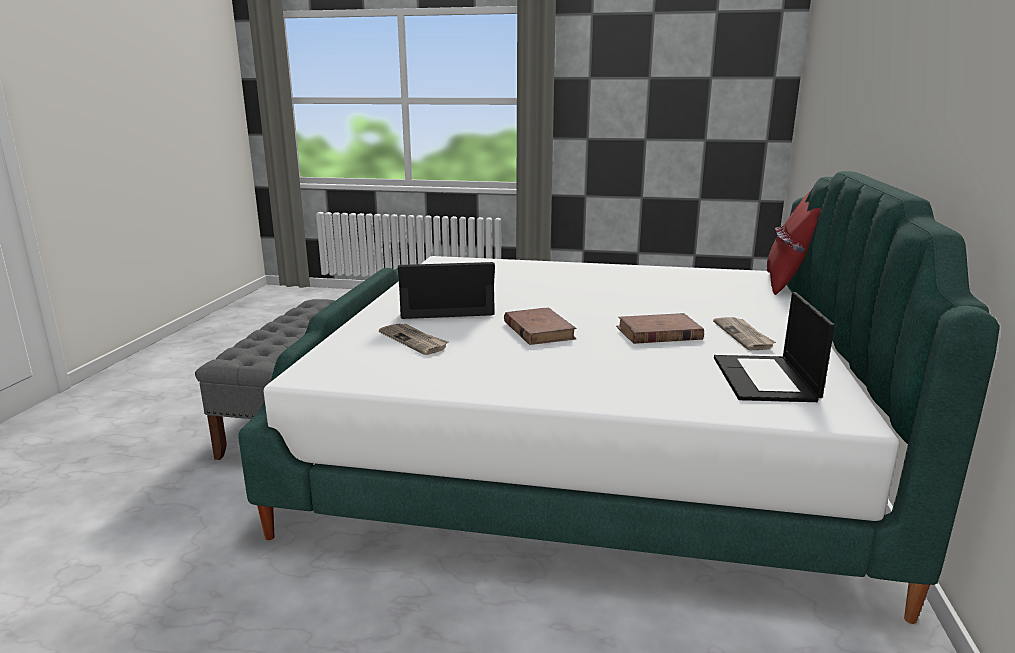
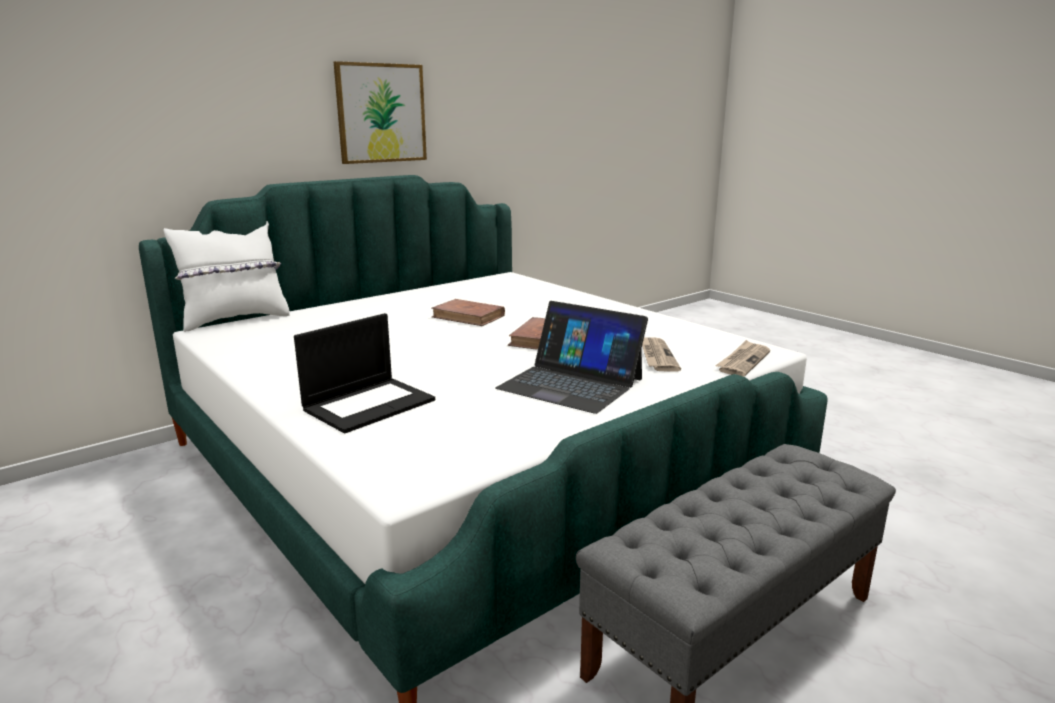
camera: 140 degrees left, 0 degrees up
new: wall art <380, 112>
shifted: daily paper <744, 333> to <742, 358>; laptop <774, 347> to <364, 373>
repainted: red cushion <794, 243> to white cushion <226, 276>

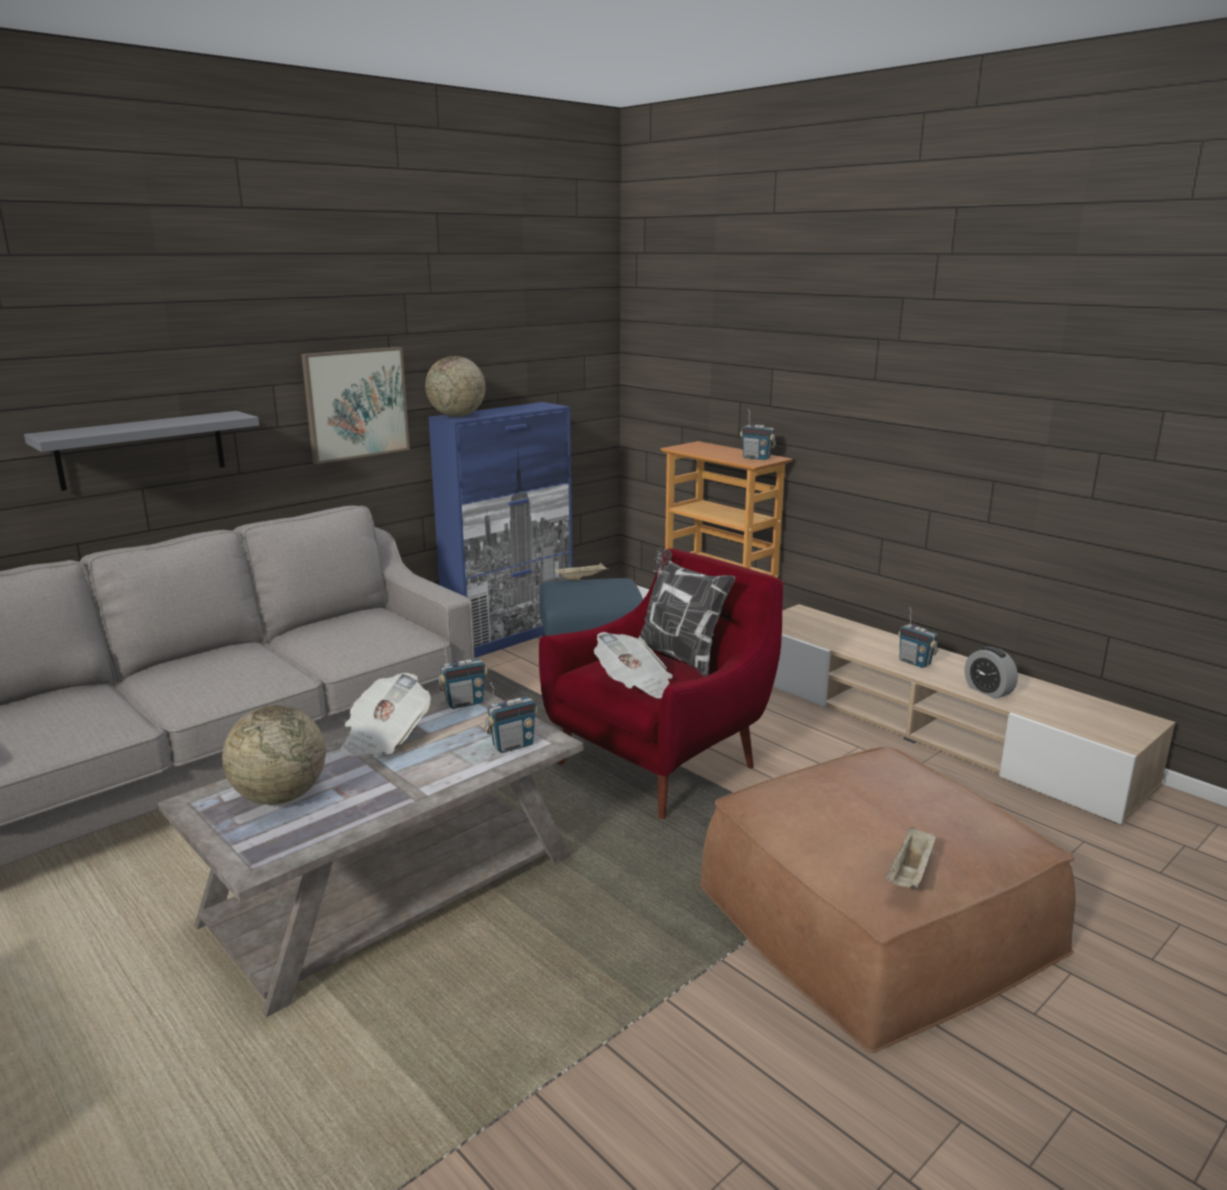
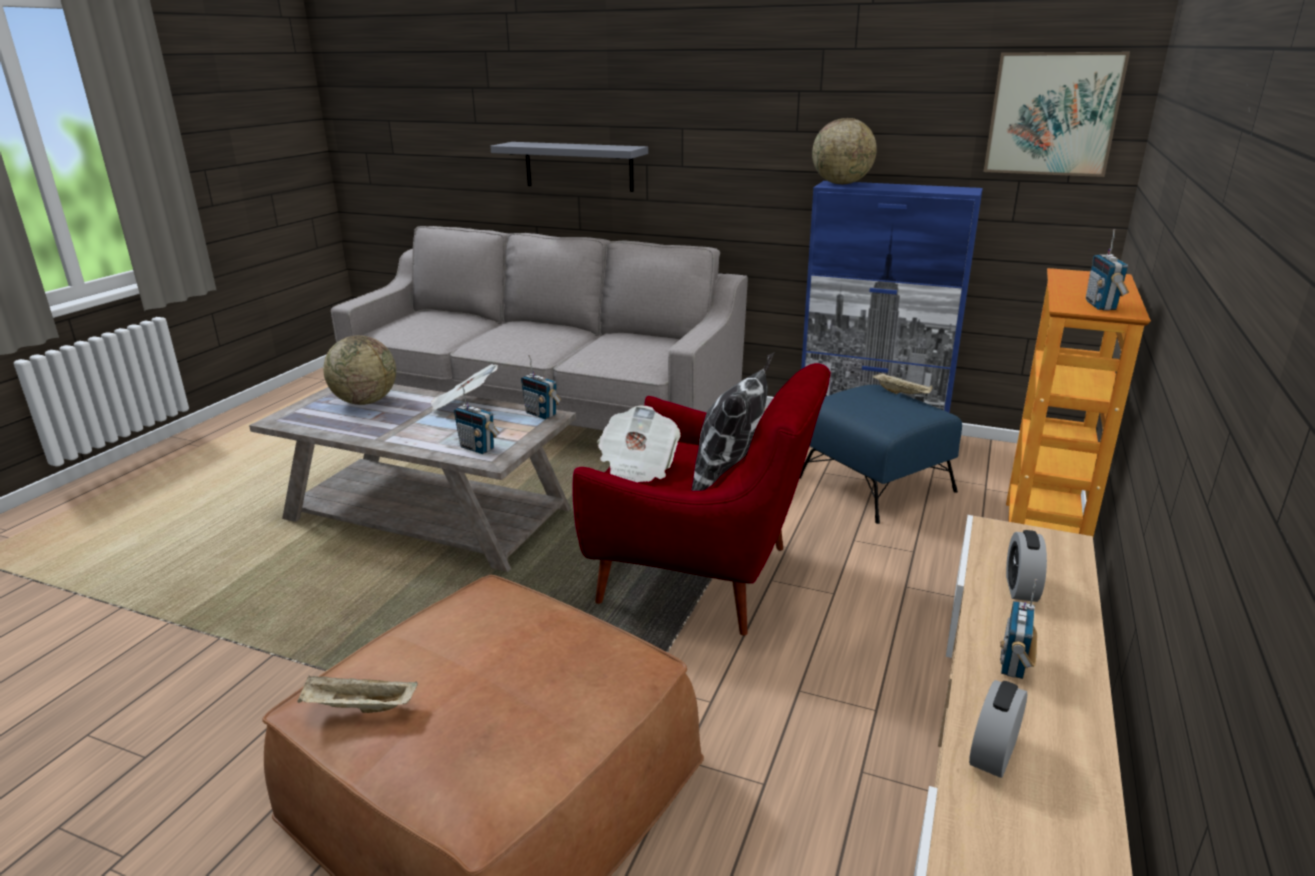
camera: 65 degrees right, 5 degrees up
new: table clock <1026, 566>
shifted: wall art <355, 405> to <1057, 114>

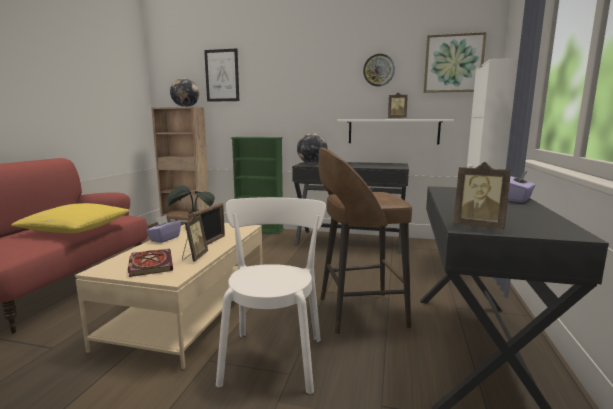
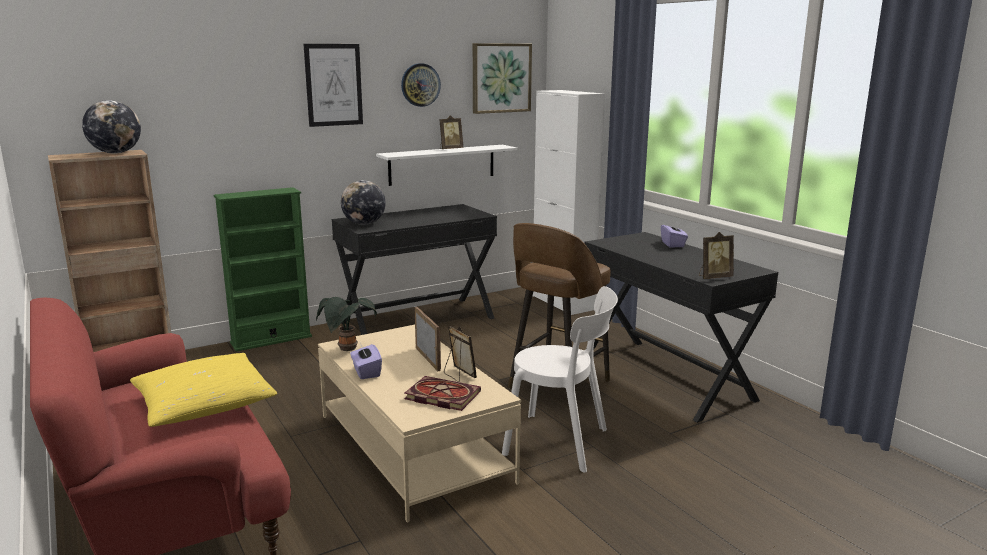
camera: 45 degrees left, 5 degrees up
shifted: wall art <221, 75> to <333, 85>
rotated: white upright chair <271, 295> = <560, 379> 150 degrees clockwise

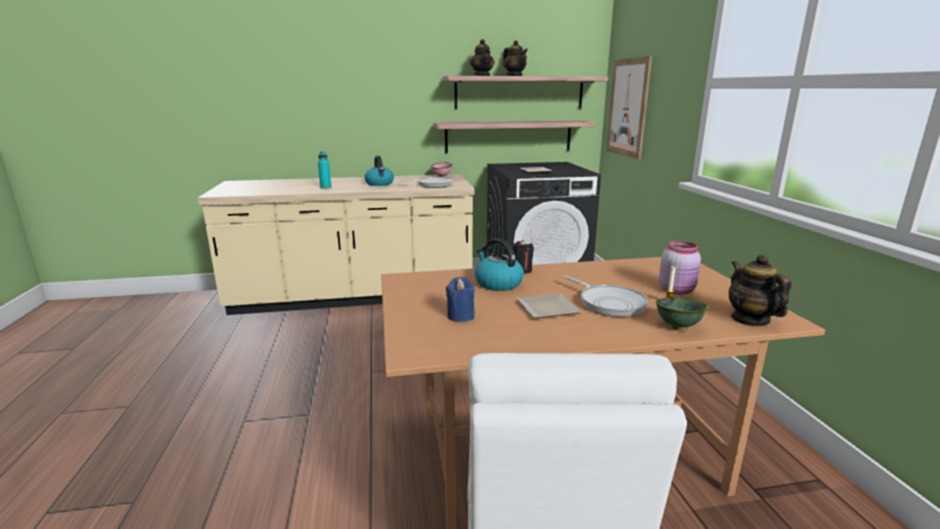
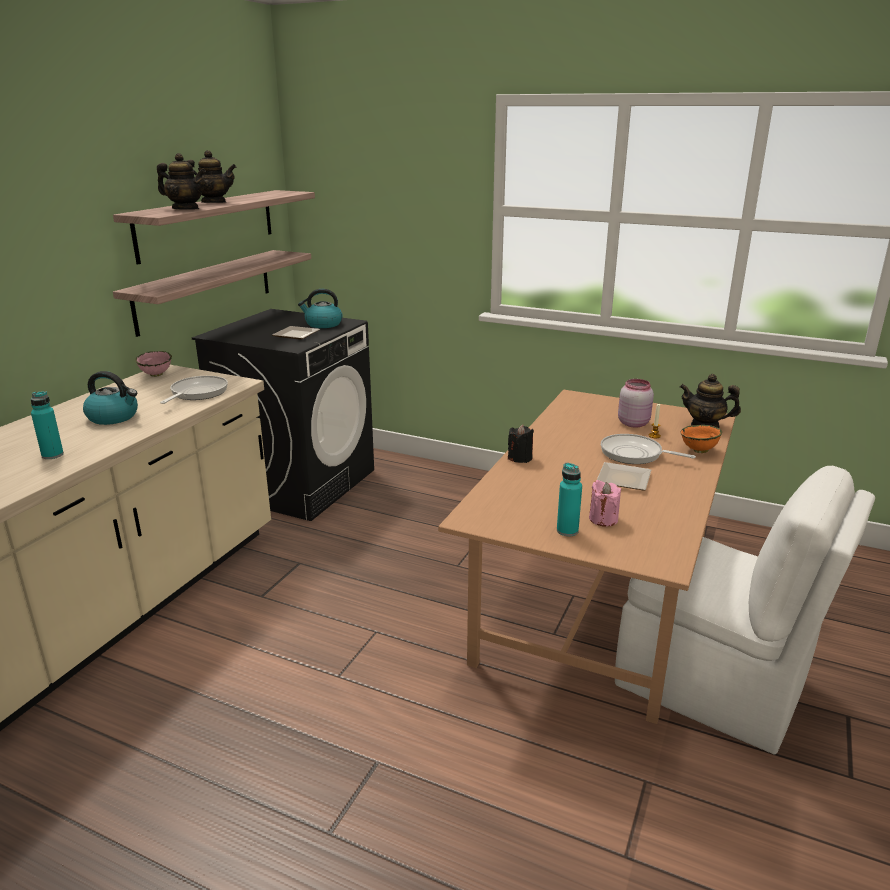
camera: 55 degrees left, 5 degrees up
gone: wall art <629, 107>
new: blue-green drink bottle <569, 499>
shifted: tea kettle <499, 264> to <320, 308>
repainted: blue wax light <460, 299> to pinkish wax light <605, 503>; green serving bowl <681, 314> to orangey serving bowl <701, 439>
rotated: pan <605, 296> = <648, 449> 150 degrees counterclockwise

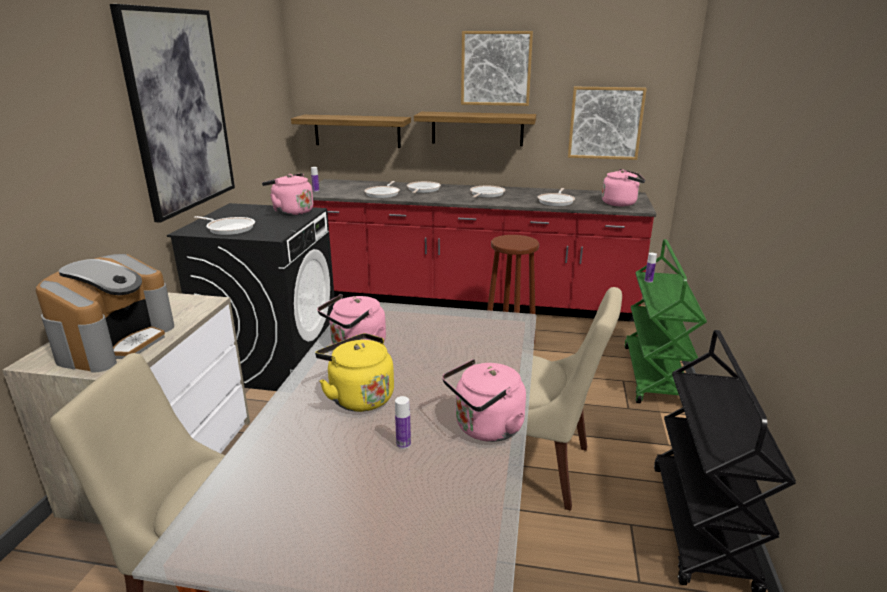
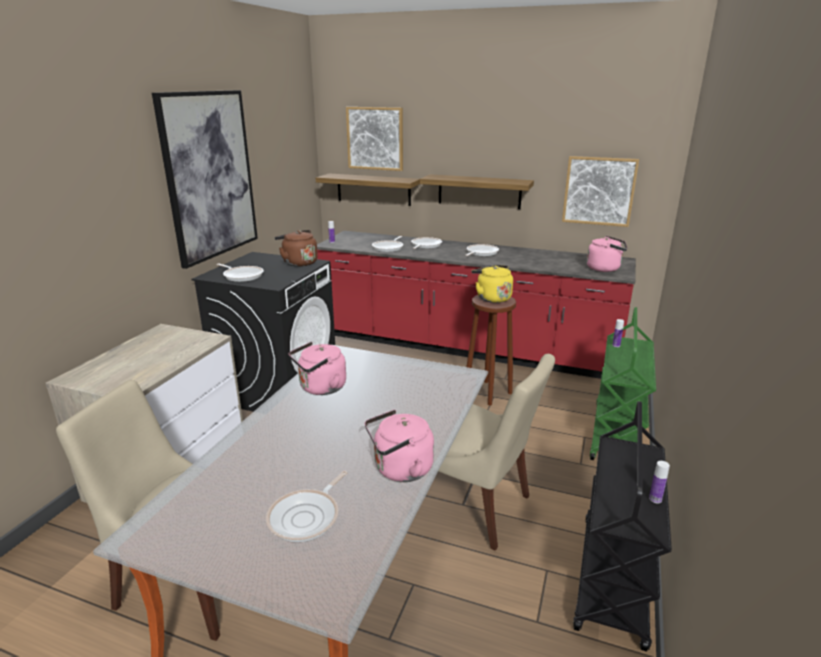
camera: 10 degrees right, 0 degrees up
gone: coffee machine <105, 313>
shifted: yellow tea kettle <354, 372> to <492, 284>; drink bottle <403, 422> to <659, 482>; wall art <497, 68> to <374, 139>; pan <556, 197> to <307, 506>
repainted: pinkish tea kettle <287, 194> to brownish tea kettle <296, 248>

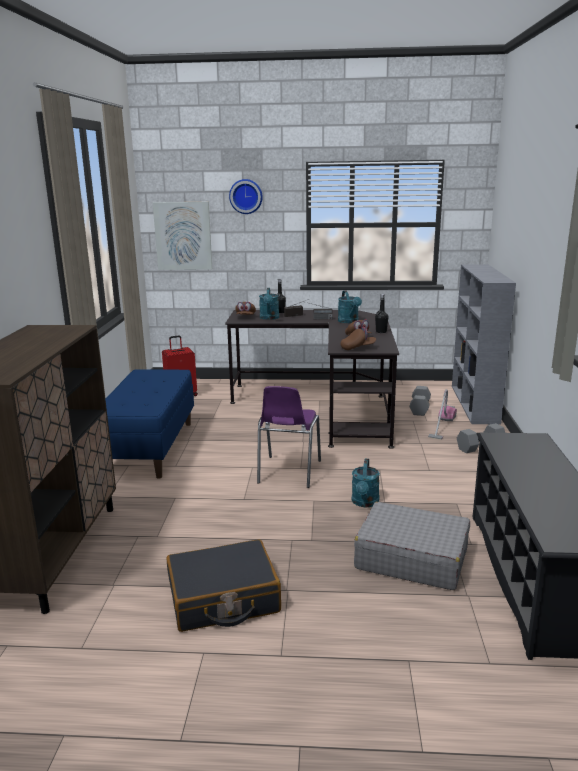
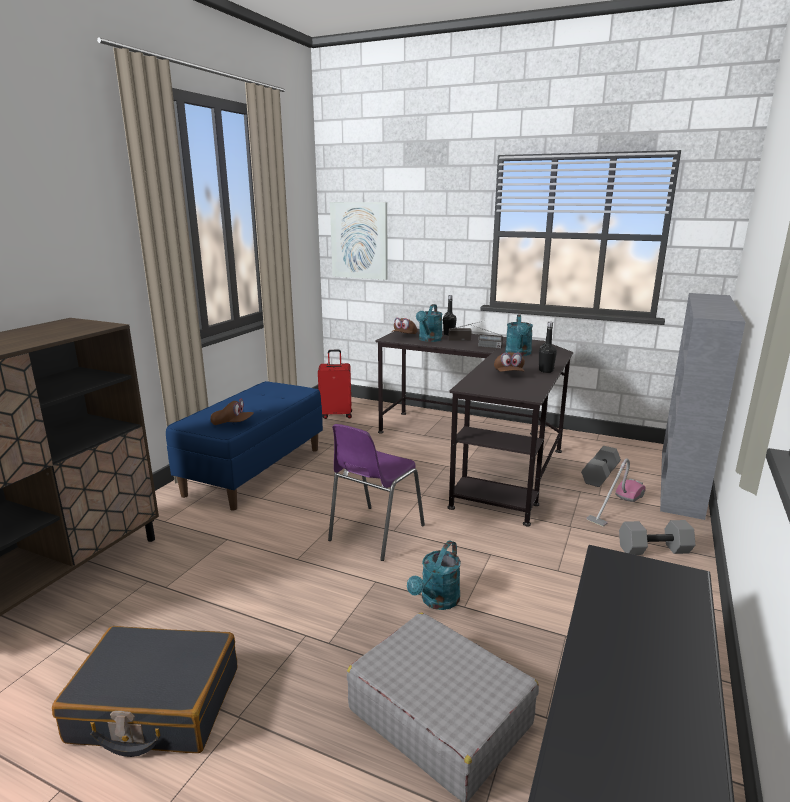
camera: 20 degrees right, 0 degrees up
gone: clock on the wall <246, 196>
shifted: brownish baseball cap <358, 338> to <232, 412>

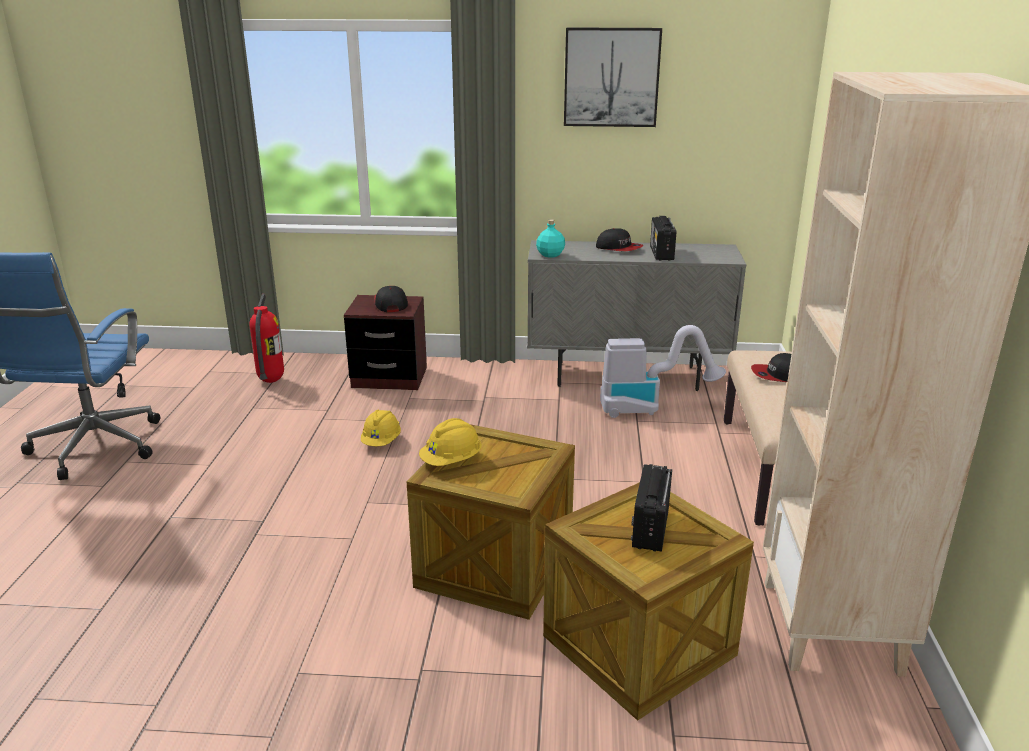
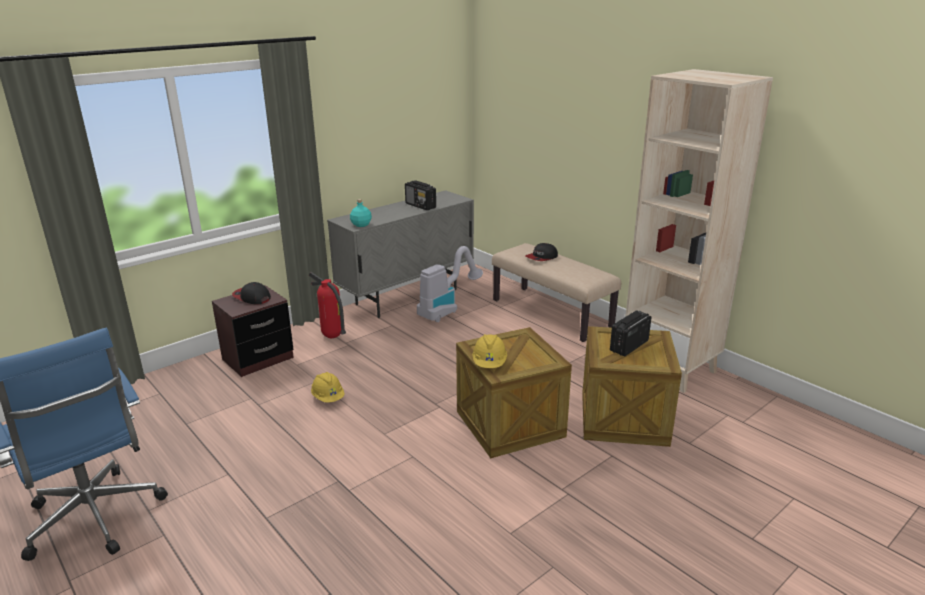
camera: 45 degrees left, 0 degrees up
gone: wall art <613, 77>; baseball cap <620, 239>
shifted: extinguisher <266, 338> to <327, 305>
rotated: radio receiver <651, 508> = <630, 333> 75 degrees clockwise

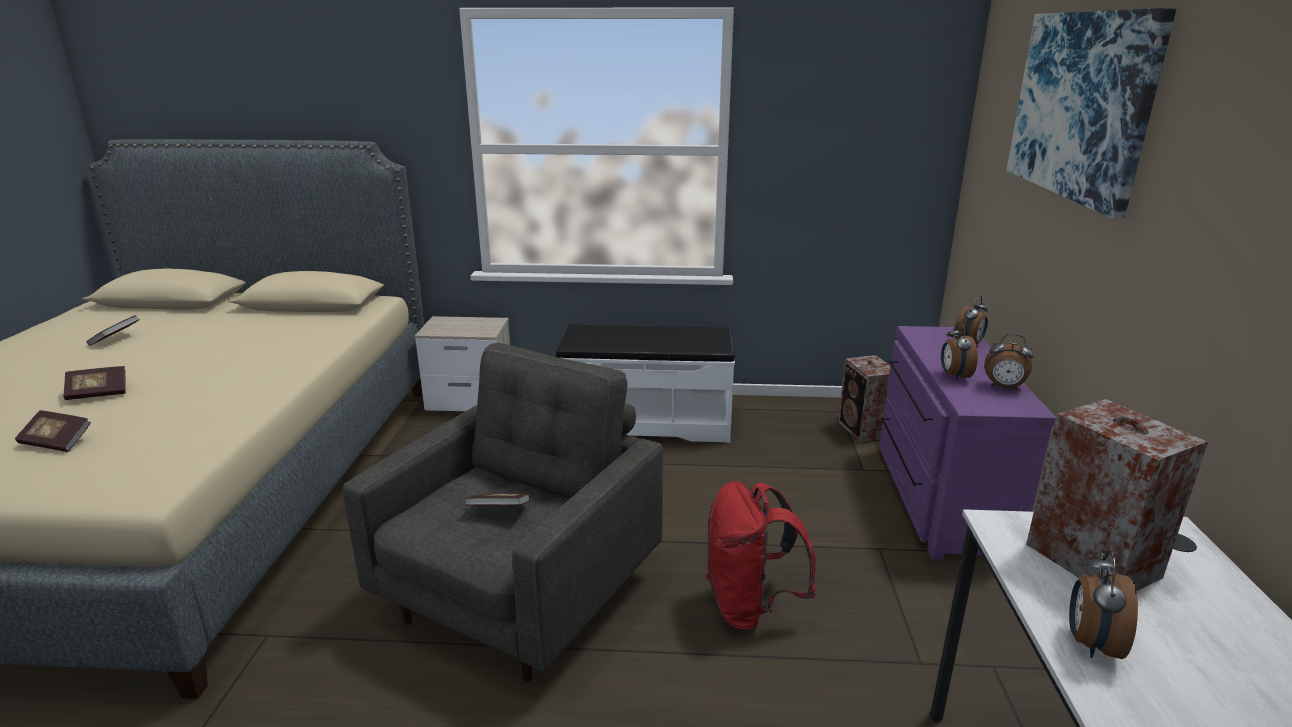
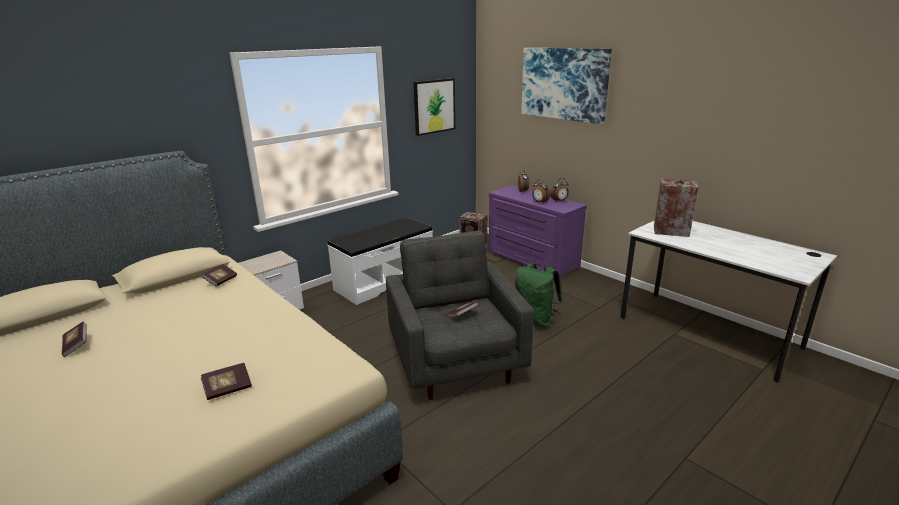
camera: 45 degrees left, 0 degrees up
gone: table clock <1103, 604>
new: wall art <434, 107>
shifted: book <95, 383> to <219, 275>
repainted: red knapsack <761, 556> to green knapsack <538, 295>

